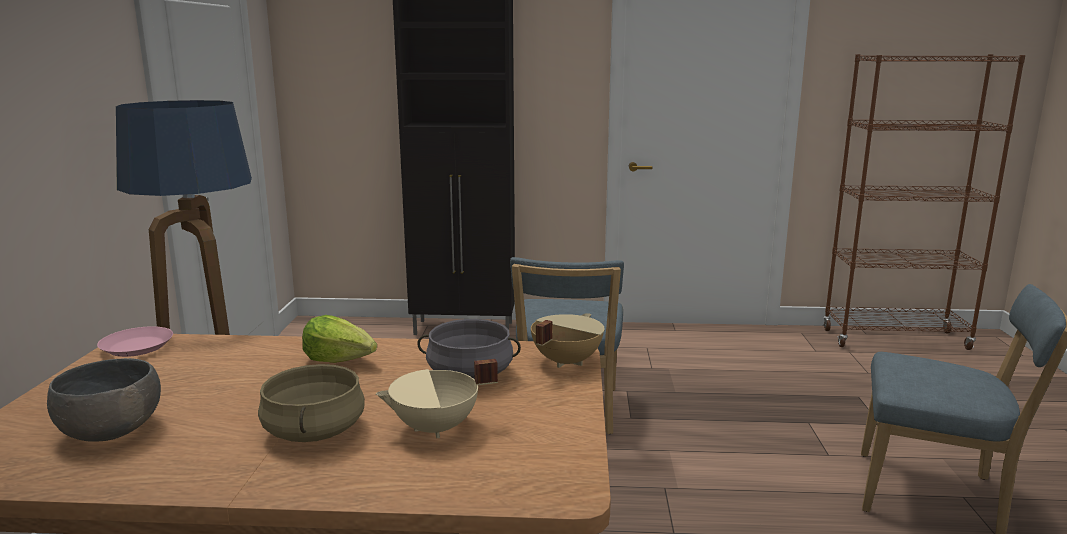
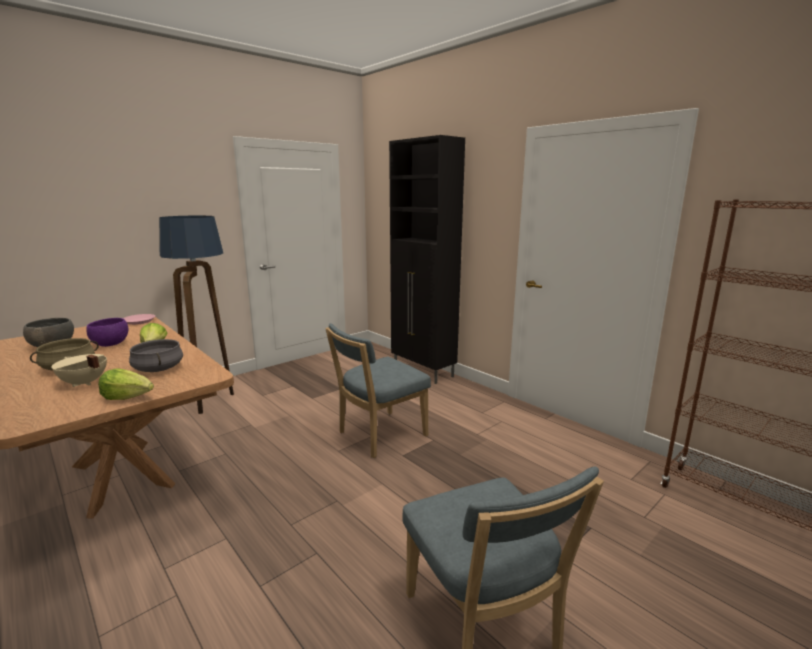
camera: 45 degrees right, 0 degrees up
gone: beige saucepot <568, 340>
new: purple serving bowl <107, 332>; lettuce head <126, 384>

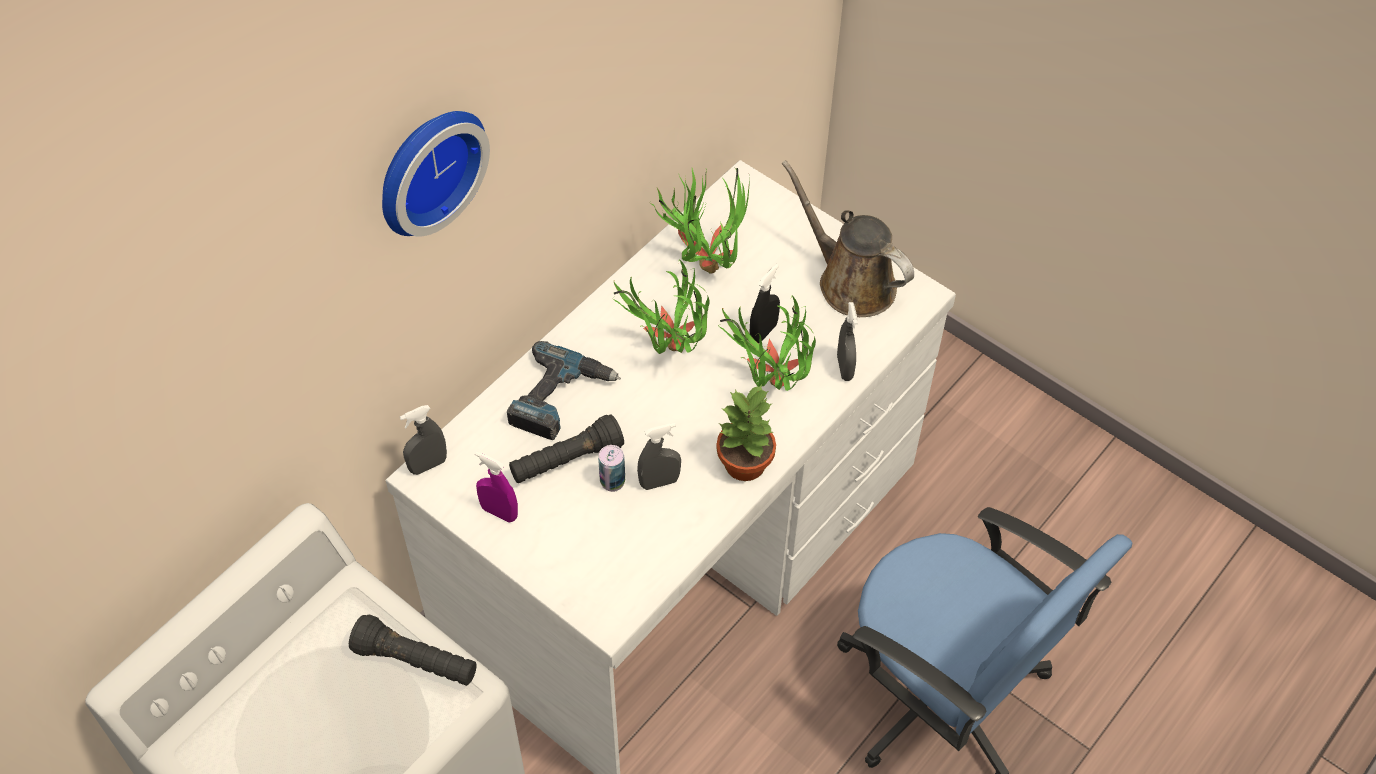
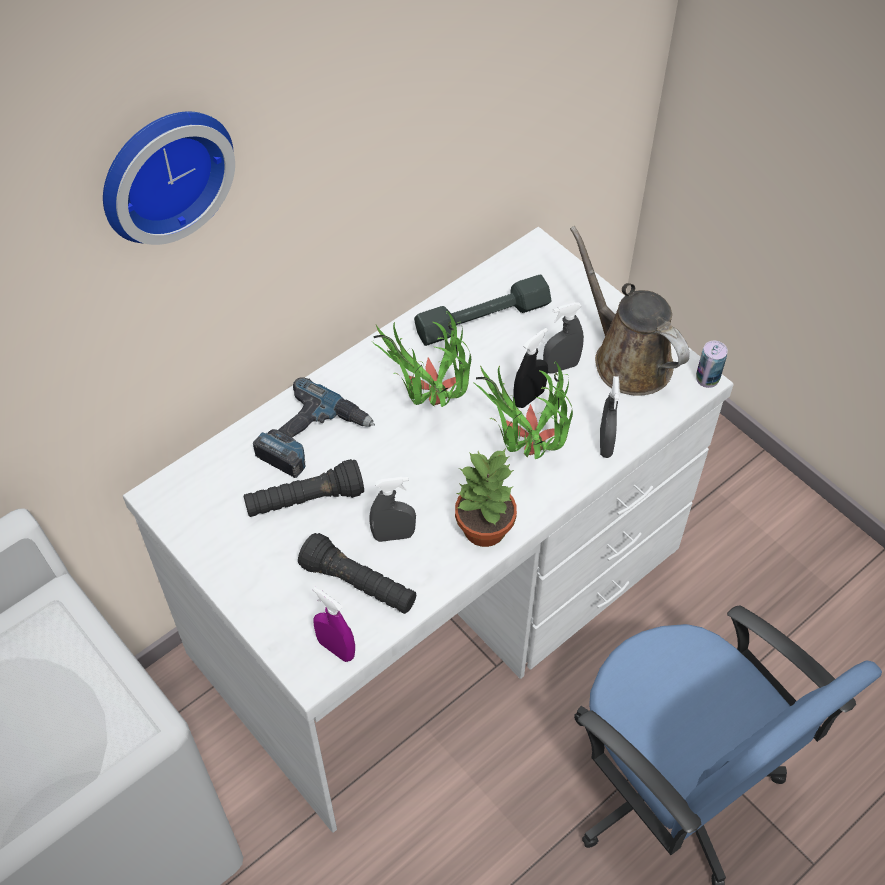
camera: 10 degrees right, 0 degrees up
shifted: black torch <413, 650> to <357, 573>; greyish sprayer <423, 440> to <563, 338>; purple sprayer <496, 486> to <334, 624>; sealed can <611, 468> to <712, 364>
swapped: plant in a pot <700, 221> to greyish free weight <483, 310>

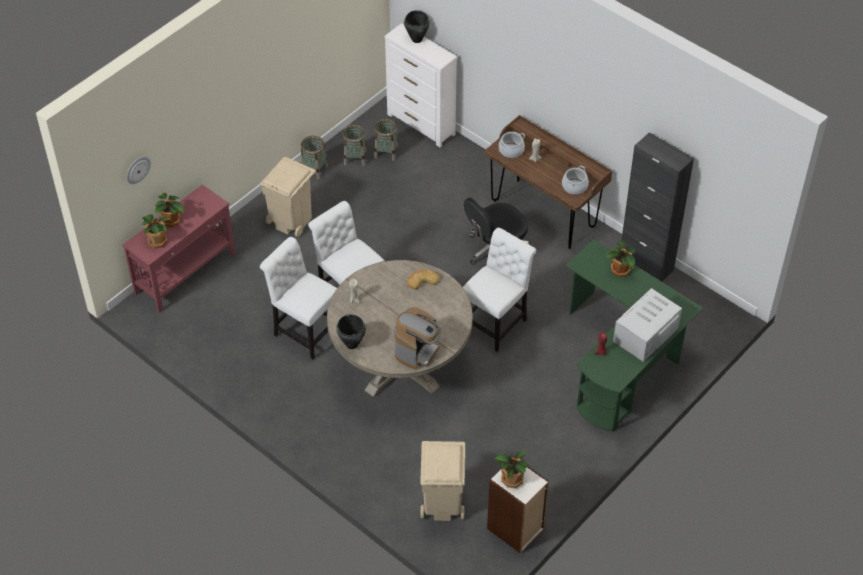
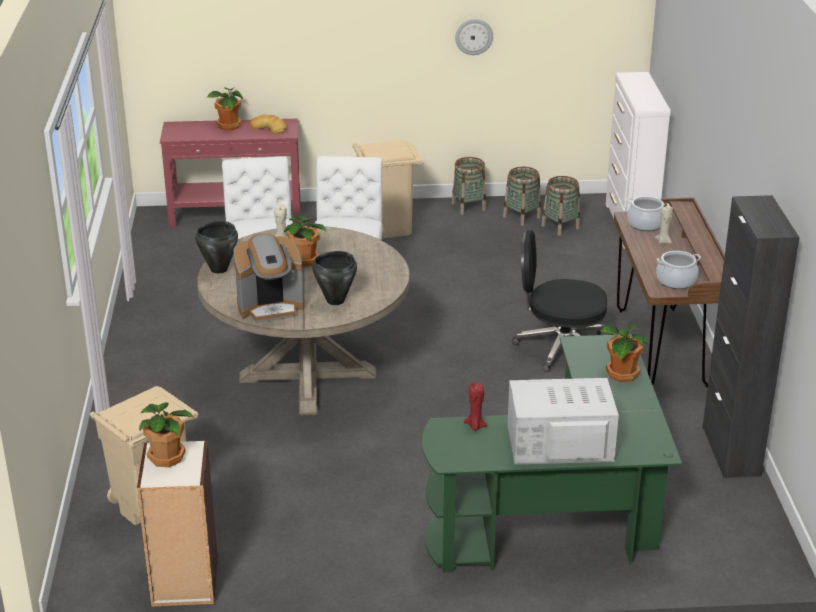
camera: 45 degrees right, 20 degrees down
gone: white upright chair <499, 290>
shifted: clock on the wall <138, 170> to <474, 37>; plant in a pot <156, 231> to <305, 241>; black saucepot <417, 26> to <334, 278>; bread <423, 279> to <268, 124>

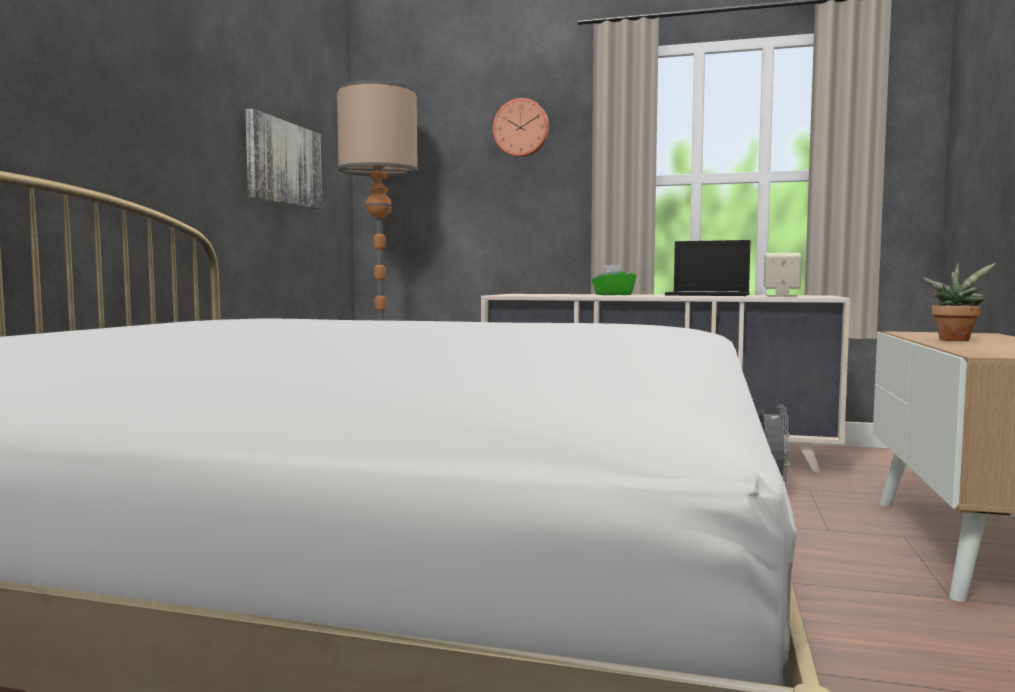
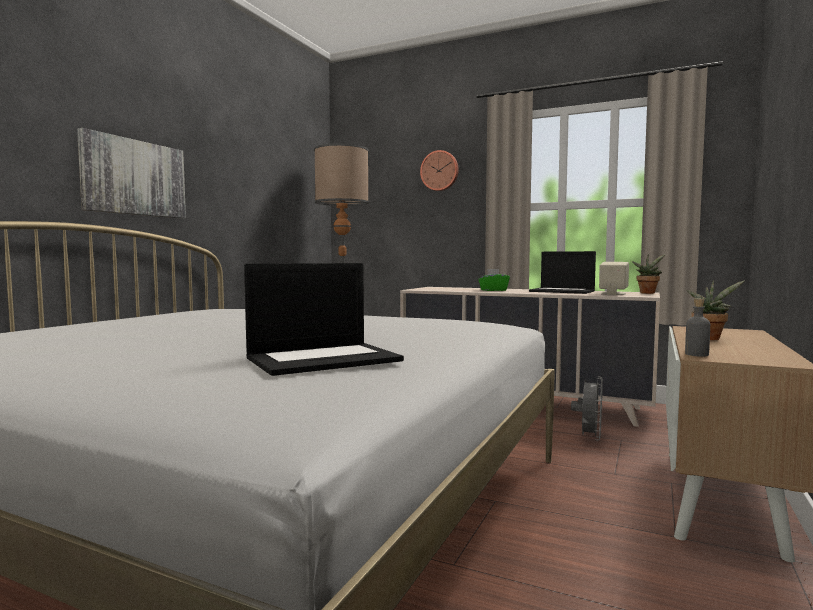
camera: 10 degrees right, 0 degrees up
new: laptop <324, 319>; plant in a pot <649, 274>; greyish drink bottle <697, 328>
shifted: wall art <283, 159> to <131, 173>

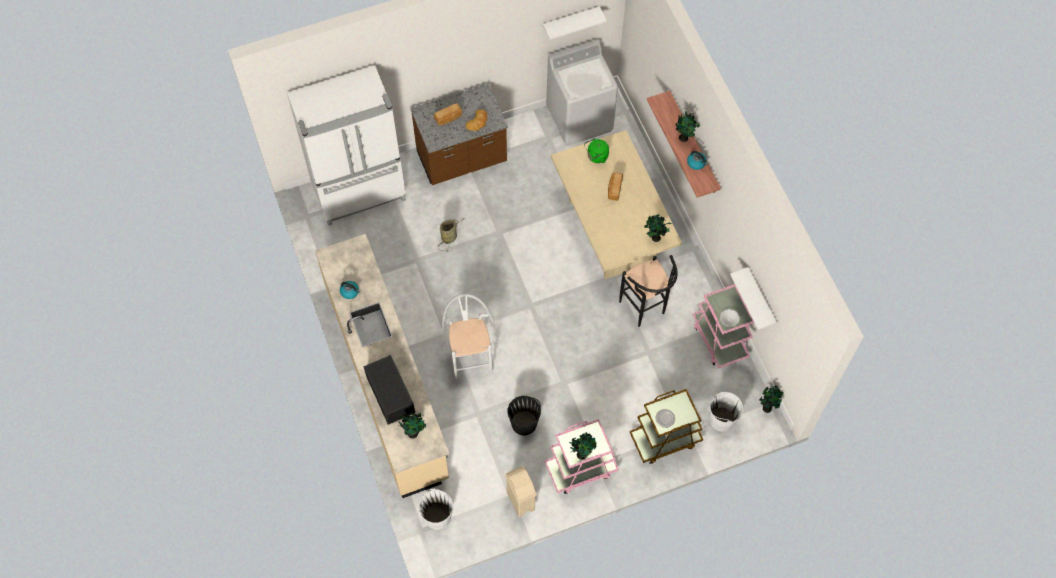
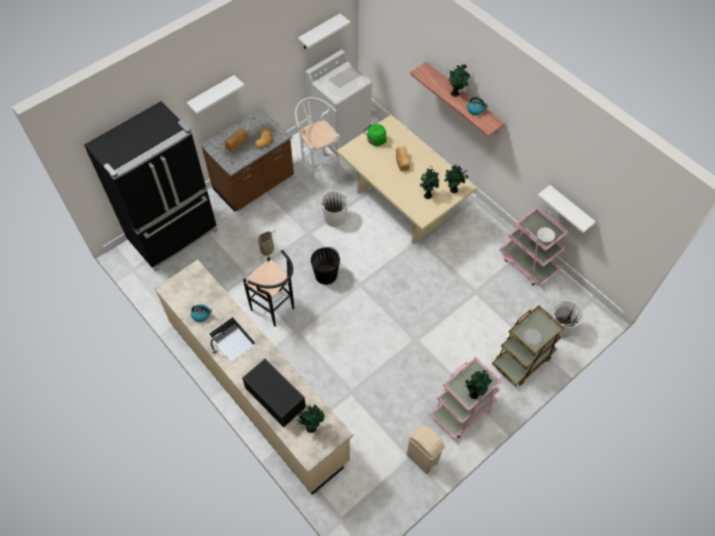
camera: 20 degrees left, 5 degrees down
new: white bracket shelf <215, 94>
shifted: white water bucket <436, 509> to <334, 208>; white stool <467, 337> to <317, 140>; black water bucket <524, 415> to <325, 266>; black stool <648, 291> to <268, 288>; plant in a pot <771, 399> to <429, 182>
repainted: white refrigerator <346, 145> to black refrigerator <151, 186>

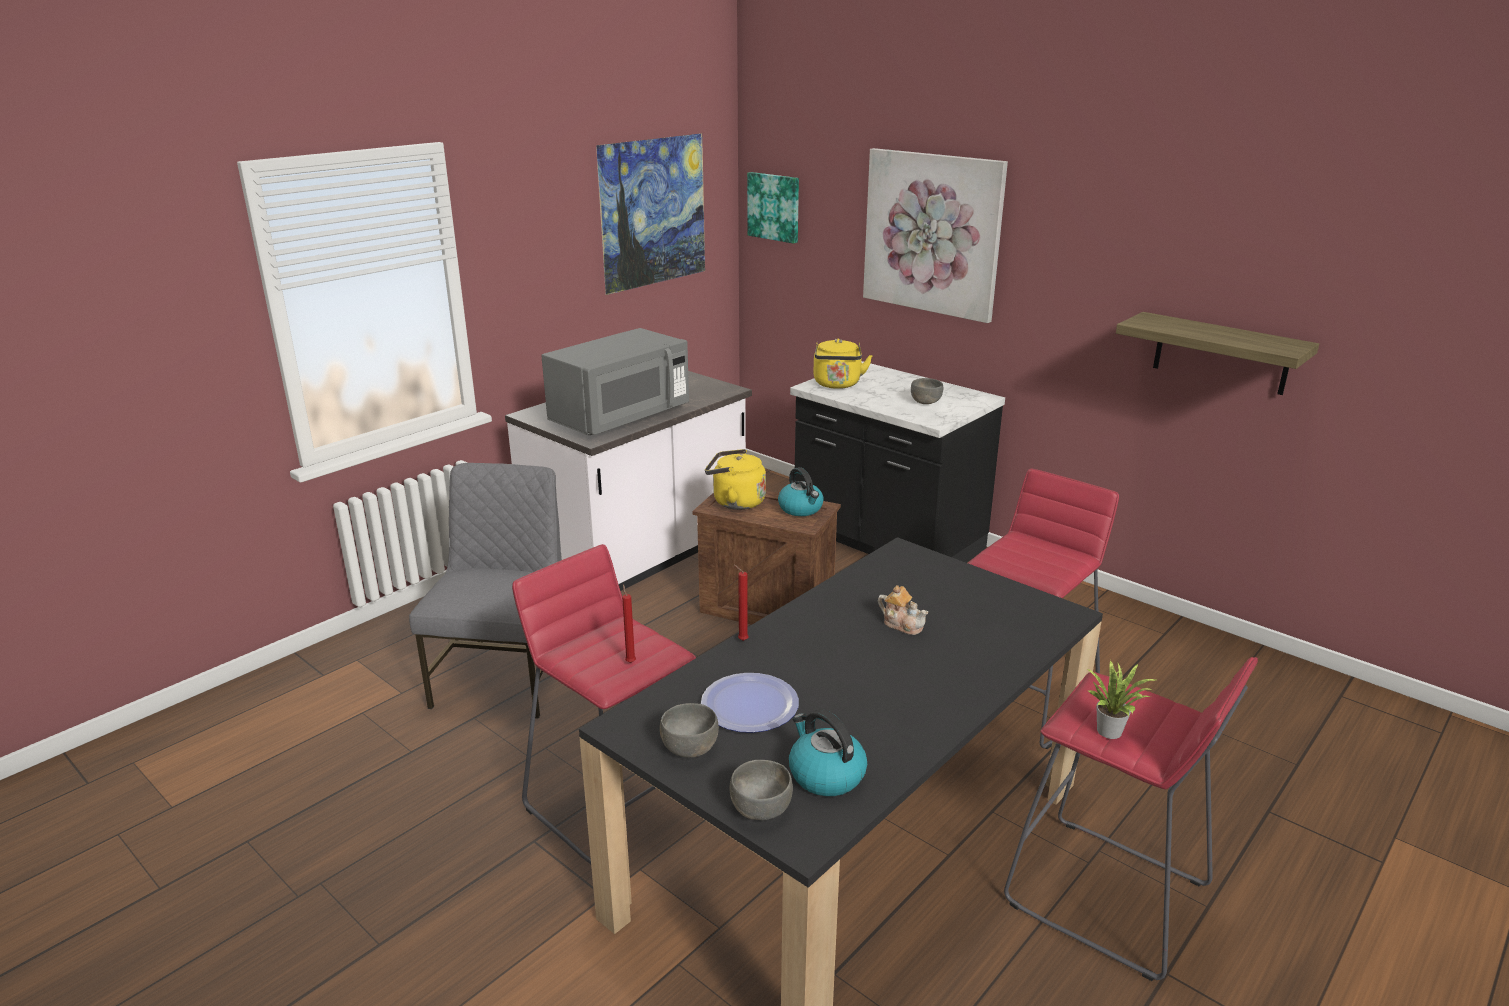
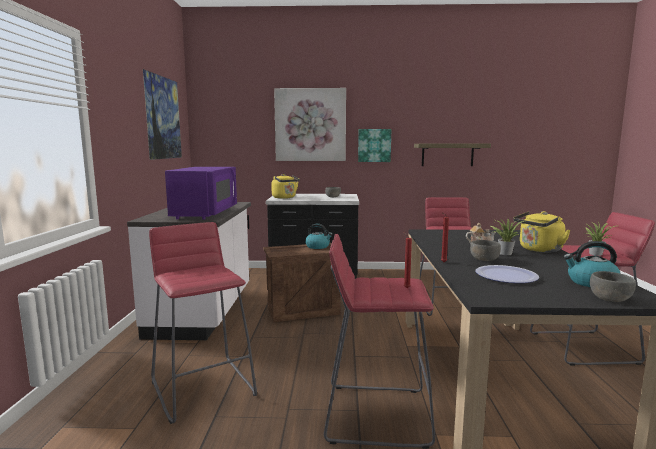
camera: 40 degrees left, 15 degrees down
new: plant in a pot <507, 236>
shifted: greyish serving bowl <689, 730> to <485, 250>; yellow tea kettle <735, 479> to <542, 232>; wall art <773, 208> to <374, 145>
swapped: greyish upright chair <485, 591> to red stool <203, 323>
repainted: greyish kitchen microwave <615, 381> to purple kitchen microwave <201, 193>

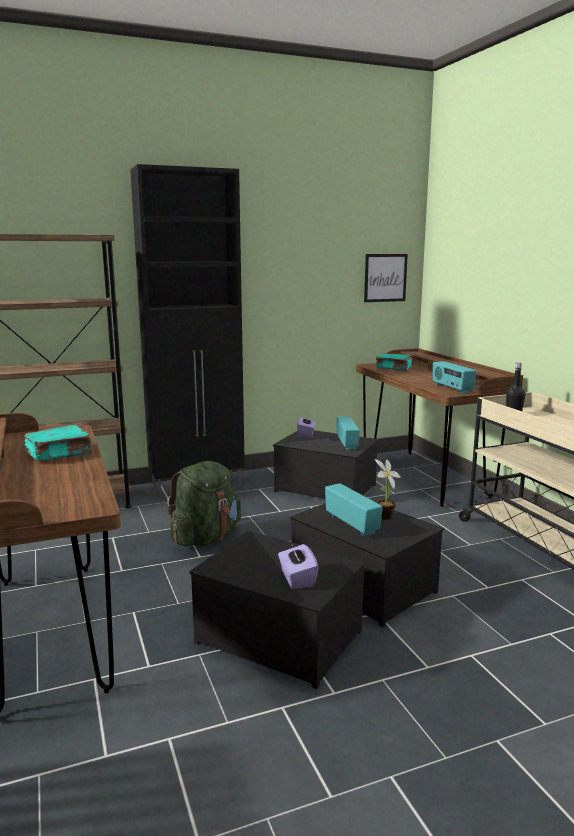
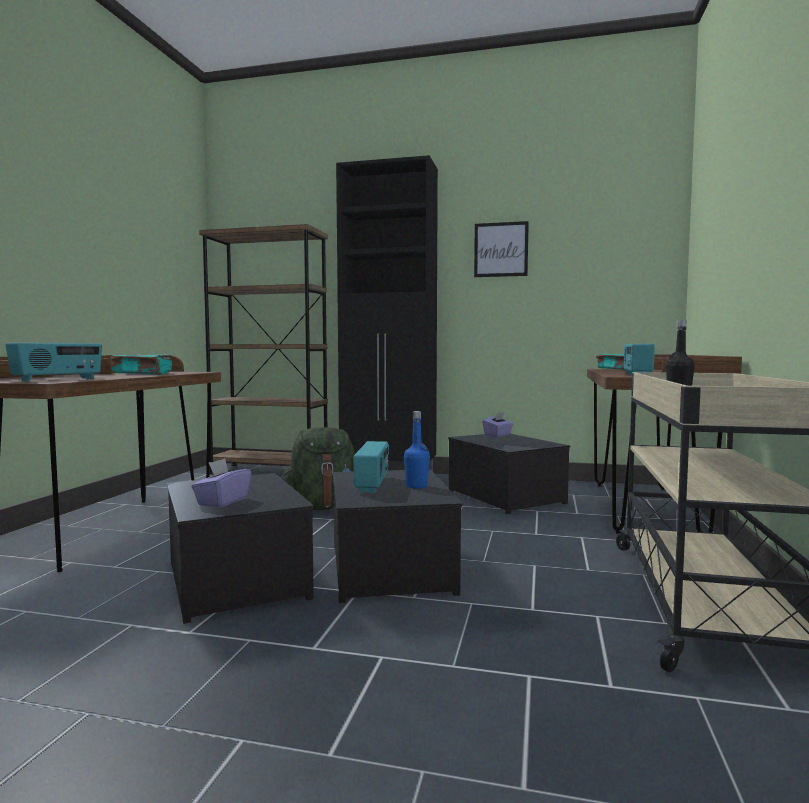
camera: 35 degrees right, 10 degrees down
shifted: radio receiver <348, 433> to <53, 362>; wall art <386, 278> to <501, 249>
swapped: plant in a pot <388, 489> to blue drink bottle <417, 450>

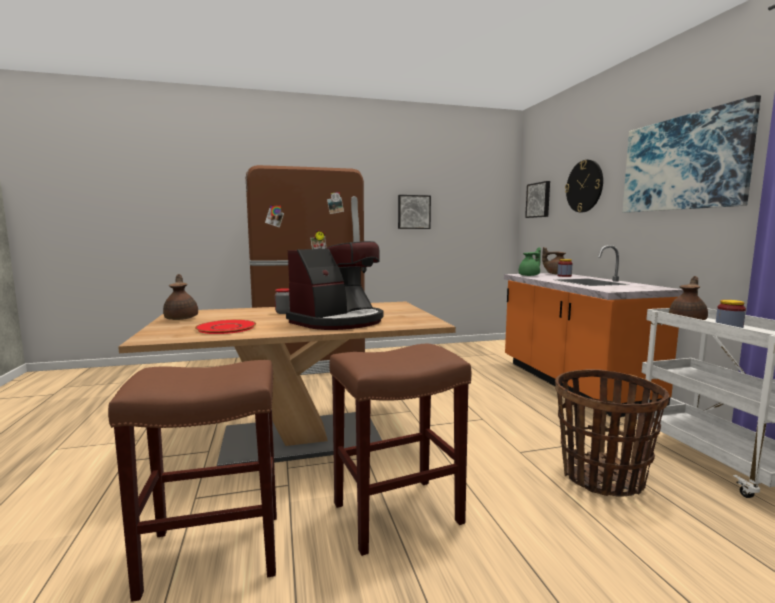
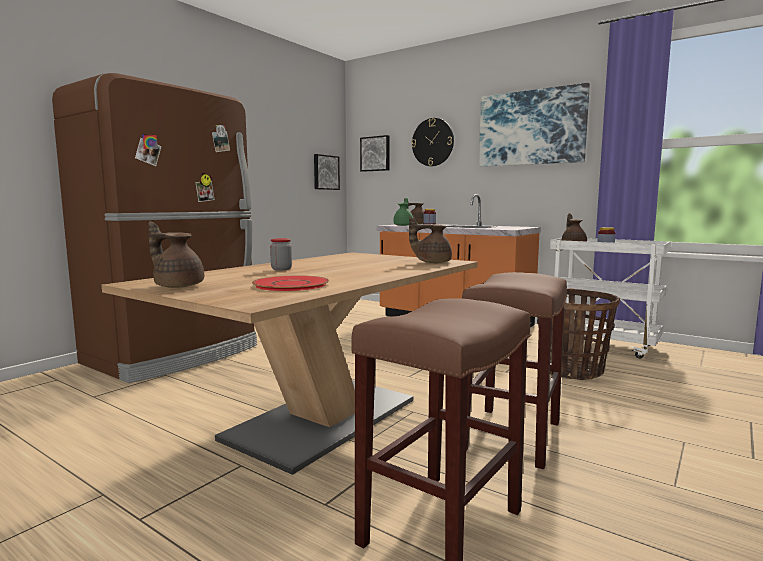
camera: 40 degrees left, 0 degrees up
gone: coffee machine <334, 285>
new: brownish tea pot <430, 239>
shifted: wall art <414, 212> to <327, 172>

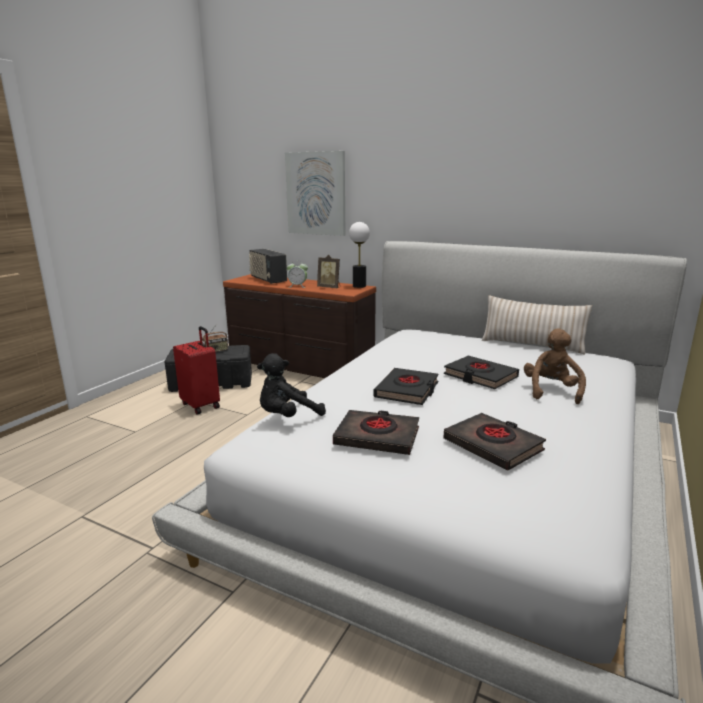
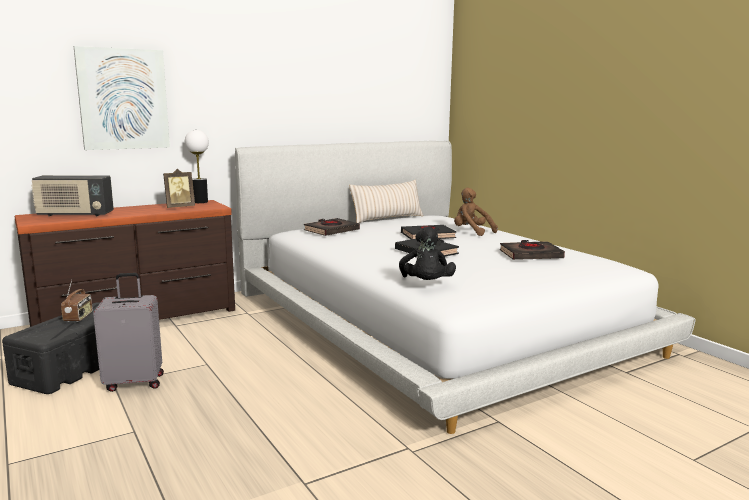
camera: 60 degrees left, 5 degrees down
gone: table clock <297, 274>
shifted: black book <376, 432> to <332, 227>
repainted: red suitcase <196, 370> to greyish suitcase <128, 332>

